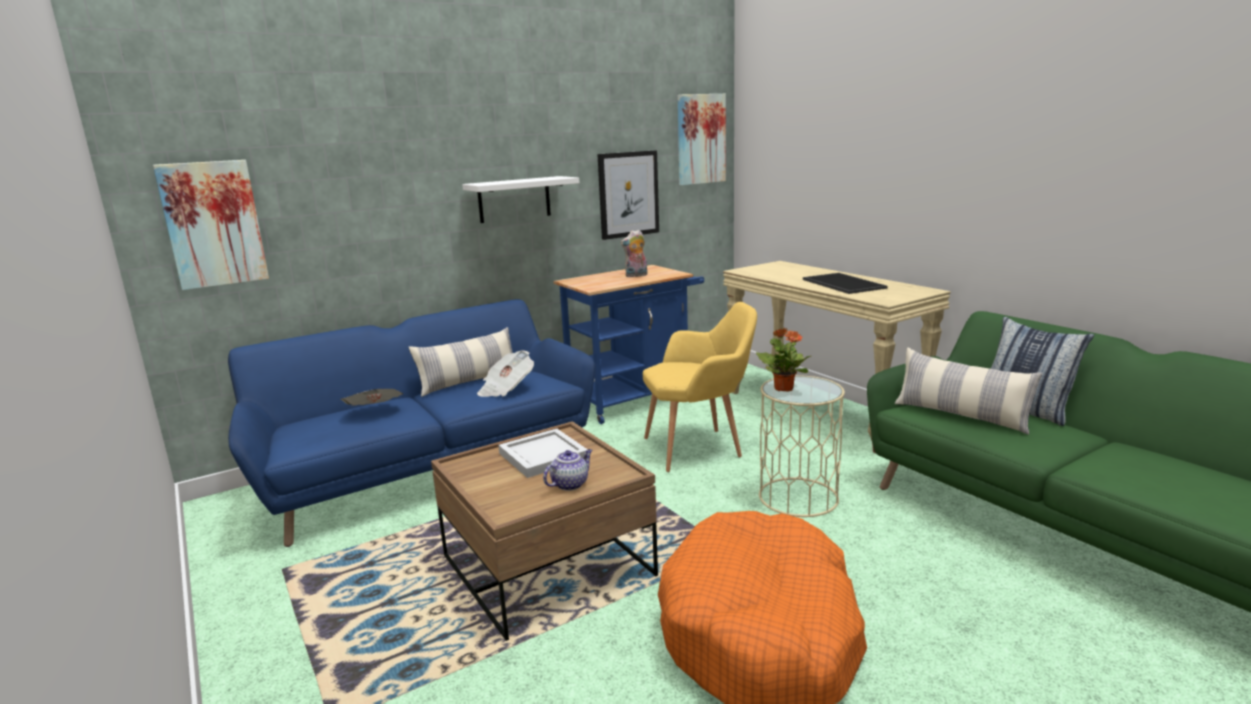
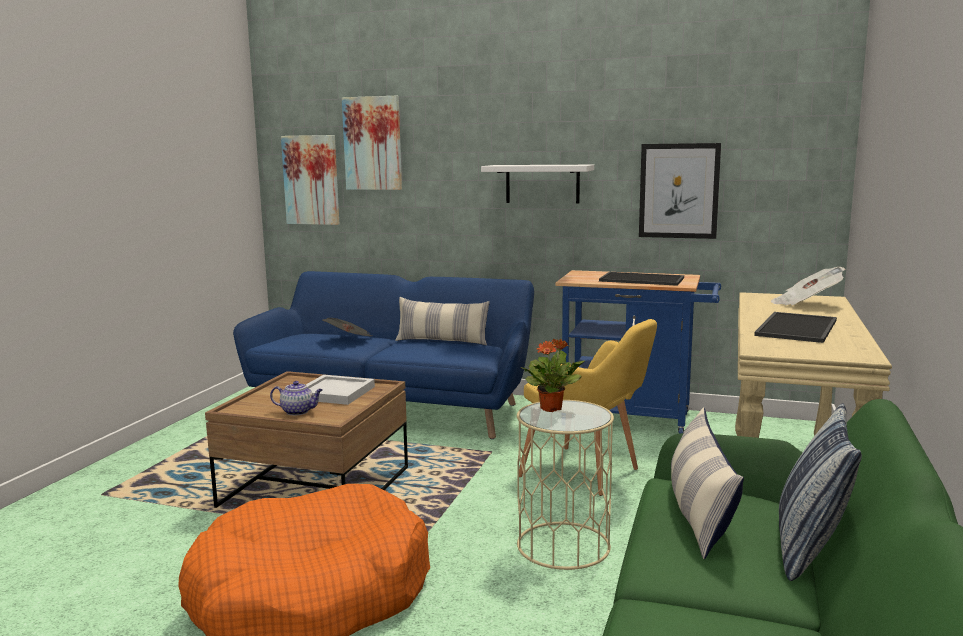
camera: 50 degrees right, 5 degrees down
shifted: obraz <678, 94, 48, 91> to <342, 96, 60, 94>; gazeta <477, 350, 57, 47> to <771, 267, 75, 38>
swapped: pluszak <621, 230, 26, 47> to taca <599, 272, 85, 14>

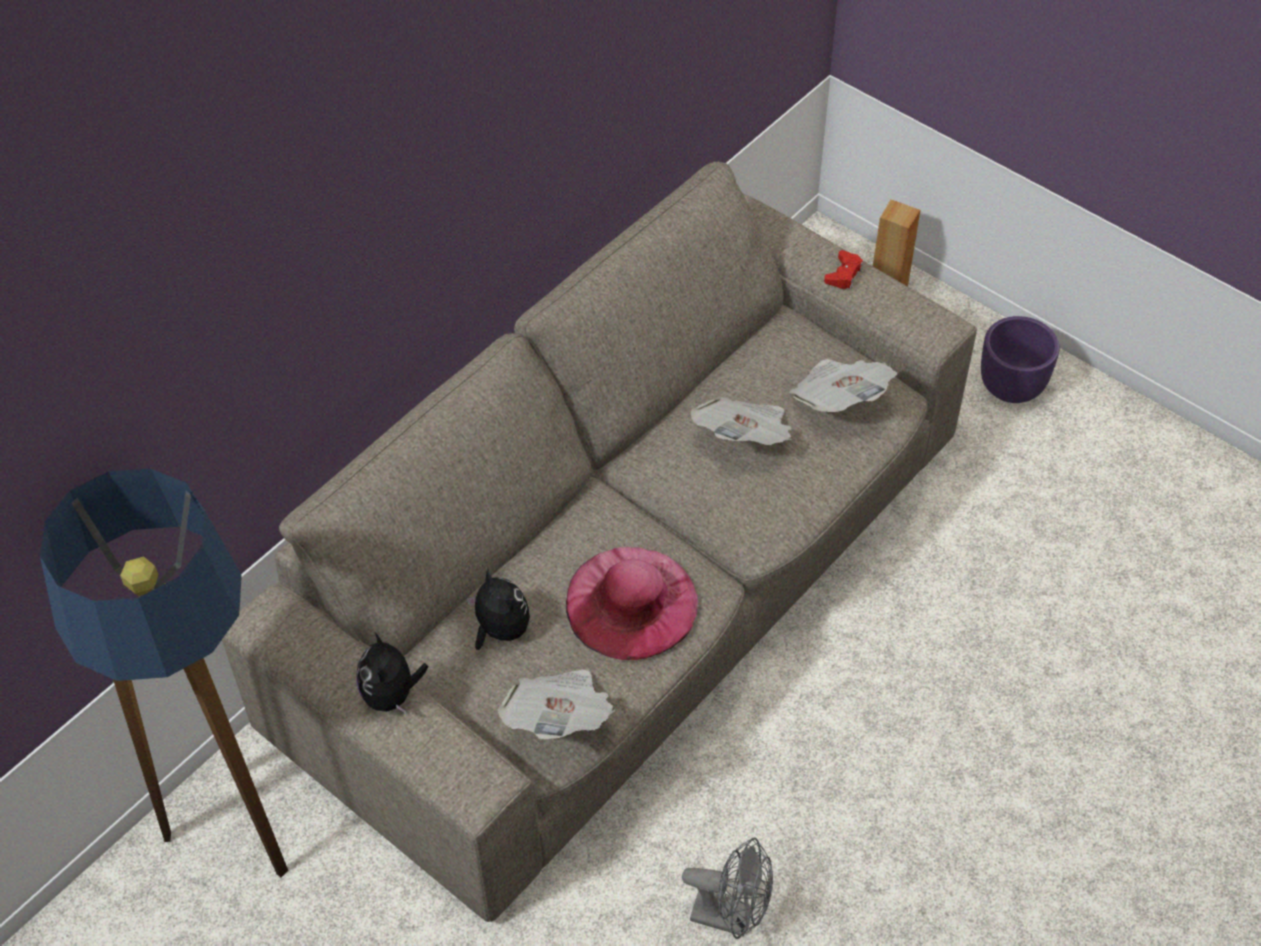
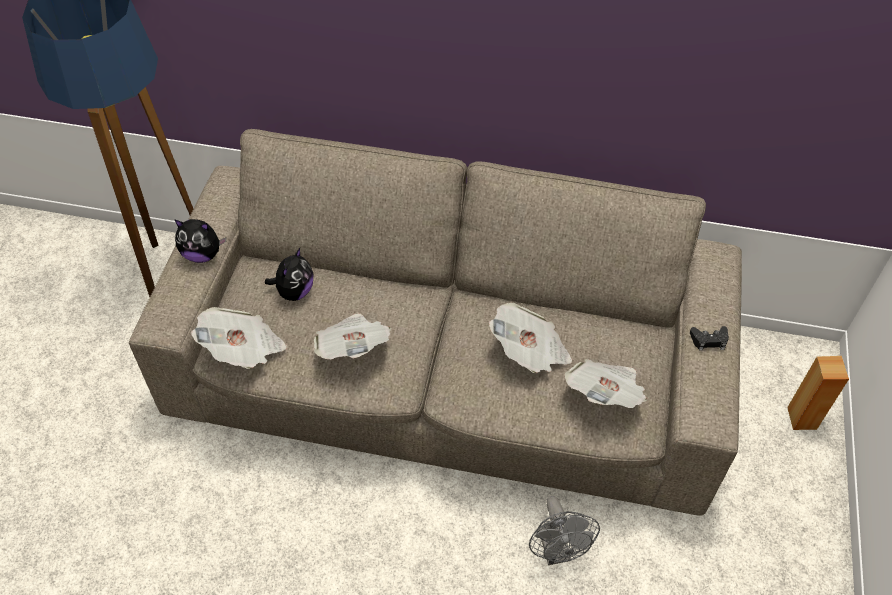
camera: 60 degrees right, 0 degrees up
gone: donica (fioletowy) <981, 316, 78, 87>
shifted: wentylator (szary) <682, 838, 91, 101> to <529, 496, 71, 69>
swapped: kapelusz (różowy) <566, 547, 132, 113> to gazeta <314, 313, 77, 46>
repainted: pad do gier (czerwony) <824, 250, 39, 39> to pad do gier (czarny) <690, 326, 39, 25>
rotated: pluszak <357, 632, 71, 82> = <174, 219, 52, 44> 135 degrees counterclockwise

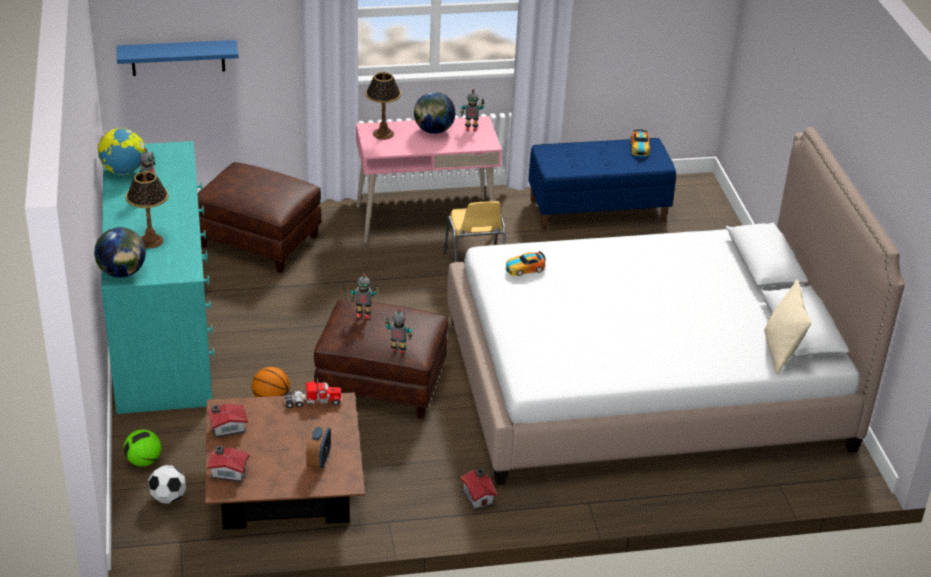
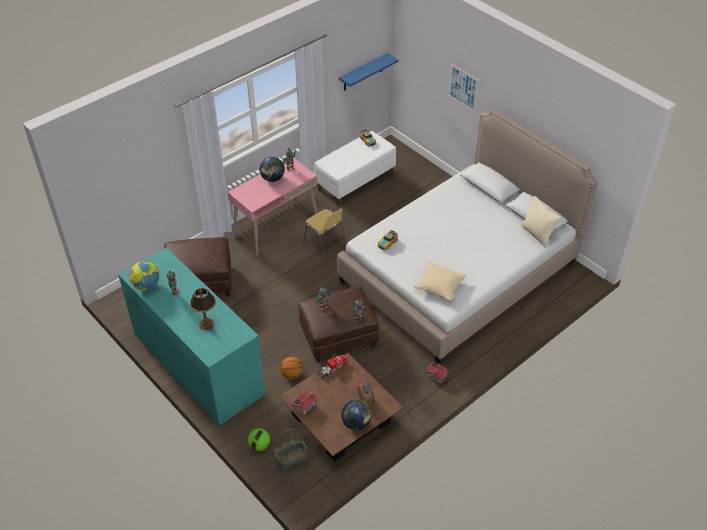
camera: 30 degrees left, 10 degrees up
gone: lampa stołowa <365, 72, 36, 68>; domek <207, 446, 43, 37>
new: obraz <448, 64, 31, 48>; poduszka (beżowy) <414, 262, 52, 39>
shifted: półka (niebieski) <117, 40, 122, 36> to <339, 53, 60, 38>; globus <94, 227, 52, 51> to <341, 400, 31, 30>
swapped: piłka futbolowa <148, 465, 38, 39> to koszyk <274, 428, 33, 42>
repainted: ławka (niebieski) <528, 138, 148, 92> to ławka (biały) <314, 131, 82, 75>

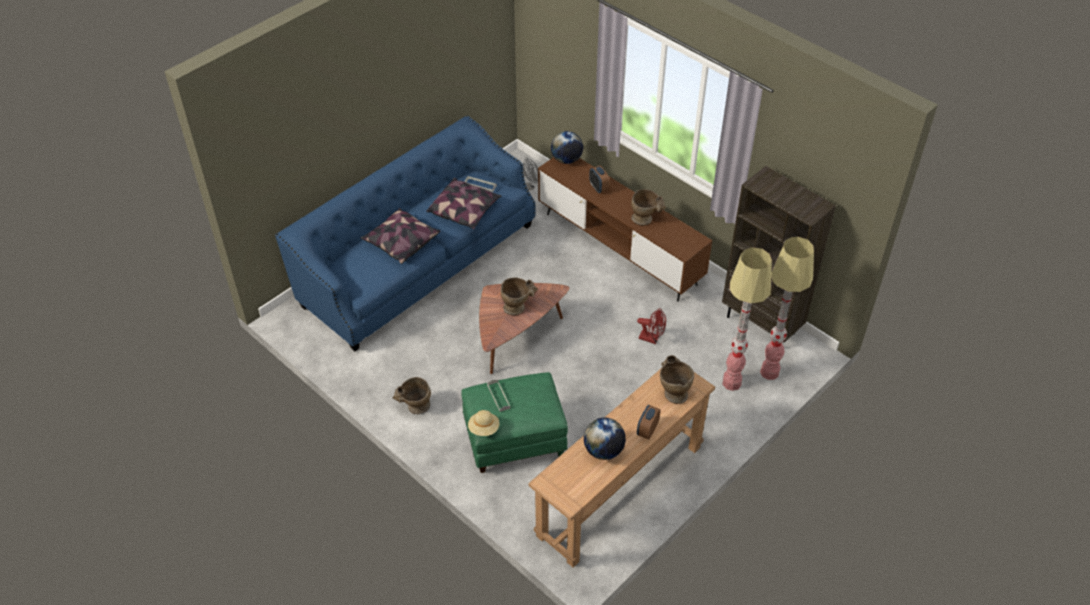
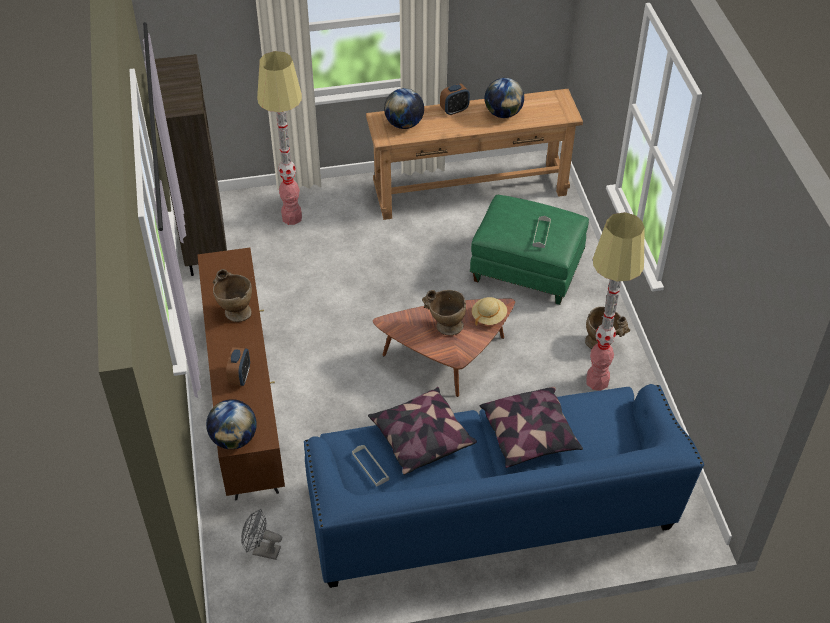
camera: 145 degrees left, 0 degrees up
gone: wentylator (czerwony) <637, 308, 29, 36>
shifted: lampa stojąca <760, 237, 54, 143> to <587, 212, 57, 179>; kapelusz (beżowy) <468, 410, 31, 26> to <472, 297, 35, 29>
swapped: wazon (beżowy) <660, 355, 34, 49> to globus <384, 88, 40, 41>

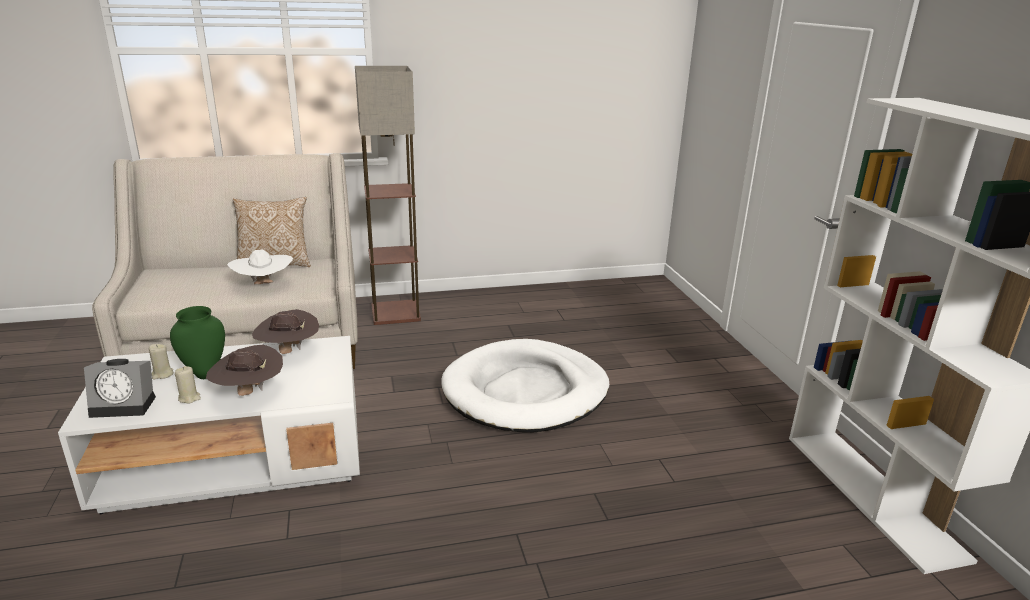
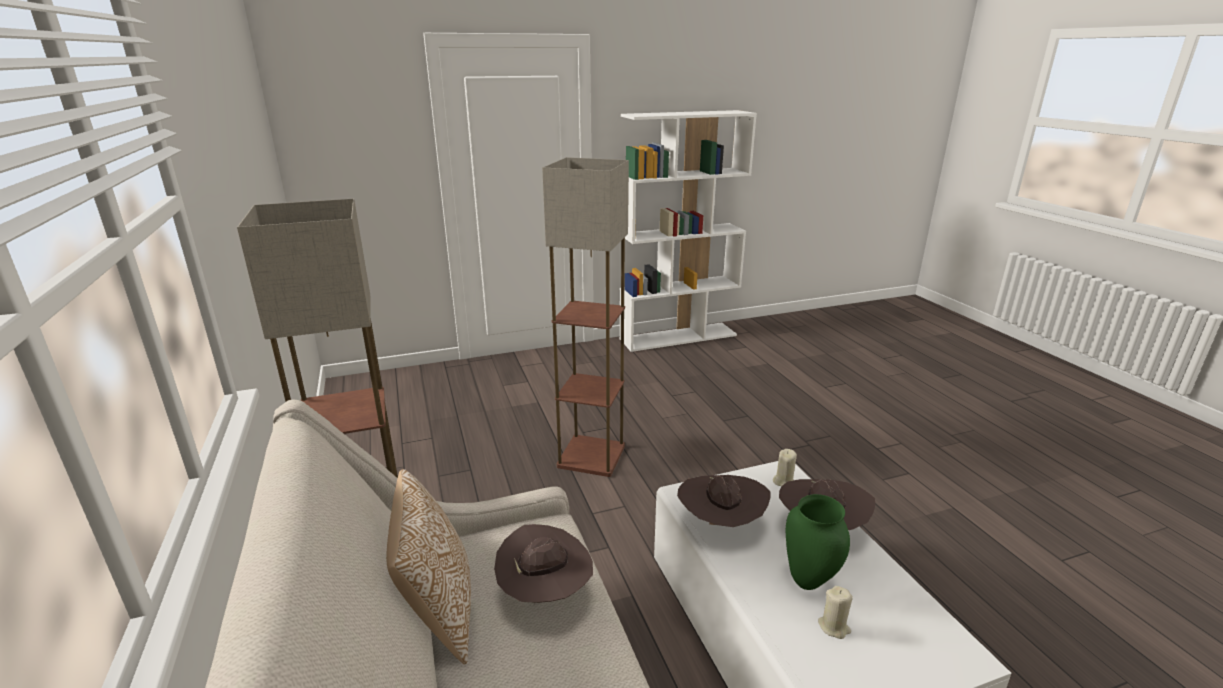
camera: 95 degrees left, 0 degrees up
gone: budzik <84, 359, 72, 59>
shifted: świeca (beżowy) <175, 366, 26, 38> to <773, 449, 24, 38>
swapped: legowisko (biały) <441, 339, 168, 93> to lampa stojąca <542, 157, 87, 320>
repainted: kapelusz (biały) <227, 249, 66, 35> to kapelusz (brązowy) <494, 524, 99, 81>

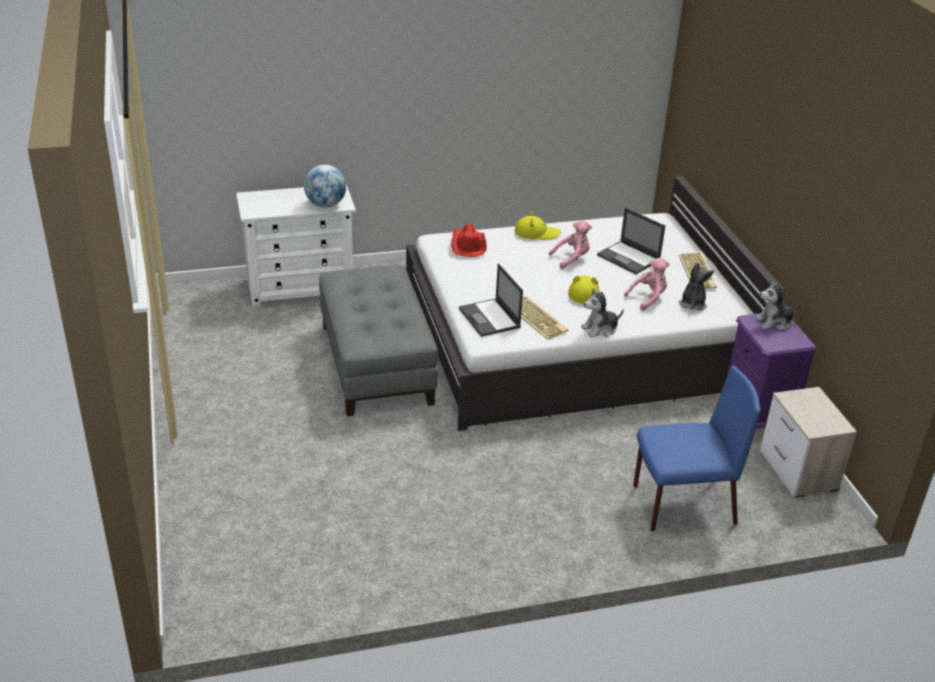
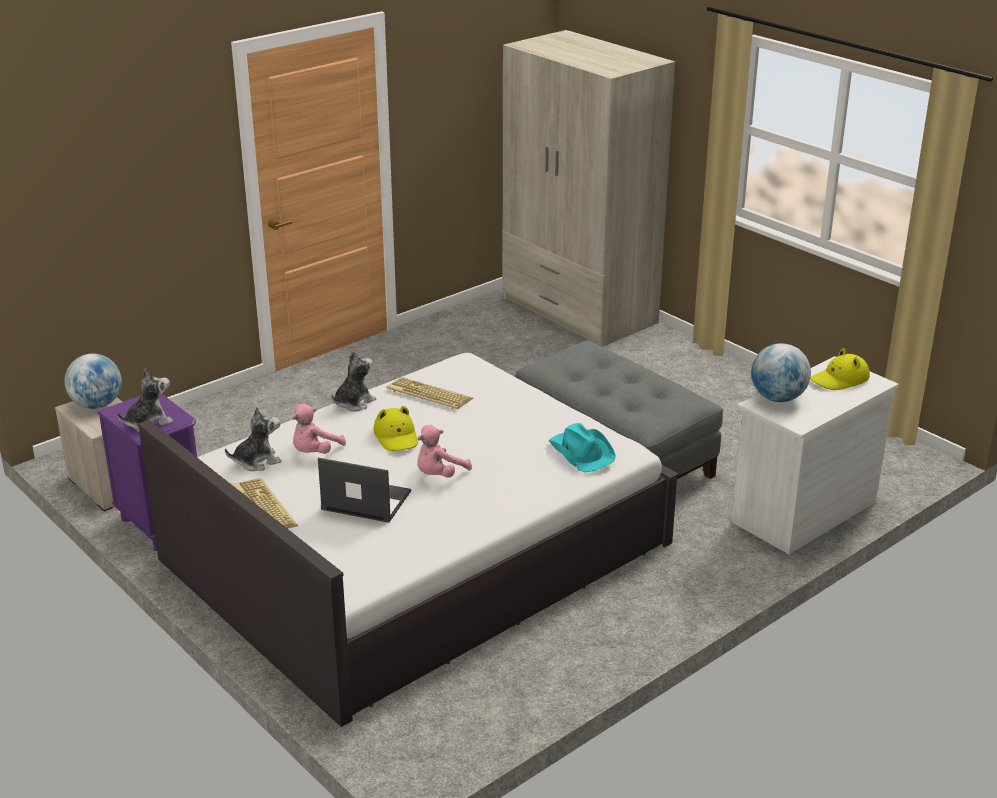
camera: 155 degrees right, 5 degrees down
gone: laptop <459, 263, 64, 74>; krzesło (niebieski) <633, 365, 127, 166>
new: szafa (beżowy) <502, 30, 173, 317>; globus <64, 354, 58, 55>
shifted: kapelusz (żółty) <515, 211, 46, 29> to <810, 348, 60, 42>
repainted: kapelusz (czerwony) <451, 223, 36, 34> to kapelusz (turkusowy) <549, 423, 67, 49>
rotated: pluszak <679, 262, 35, 49> = <225, 407, 57, 64> 105 degrees counterclockwise

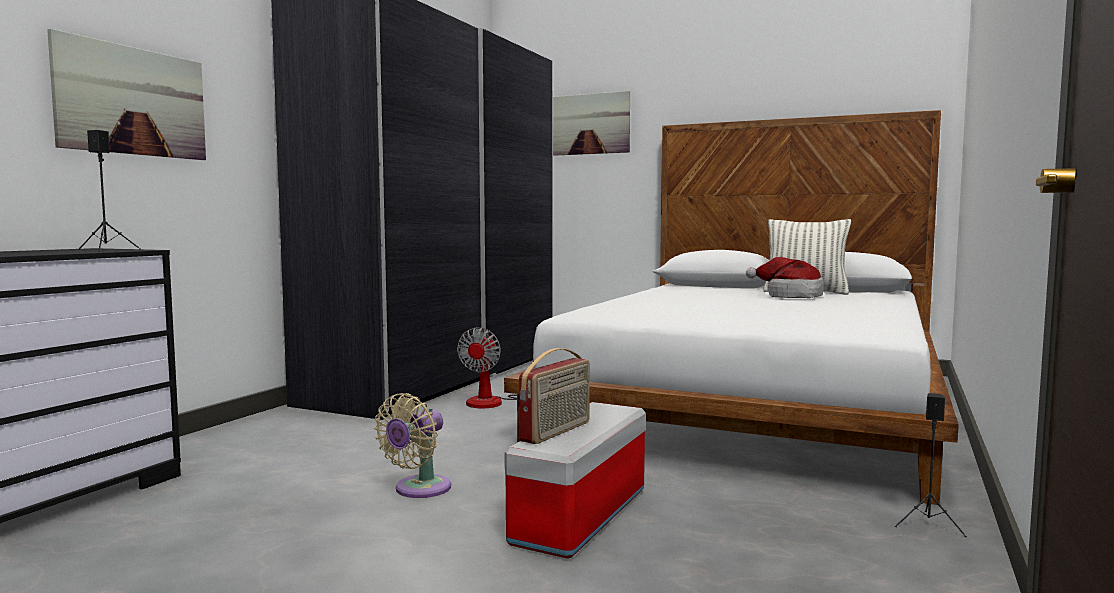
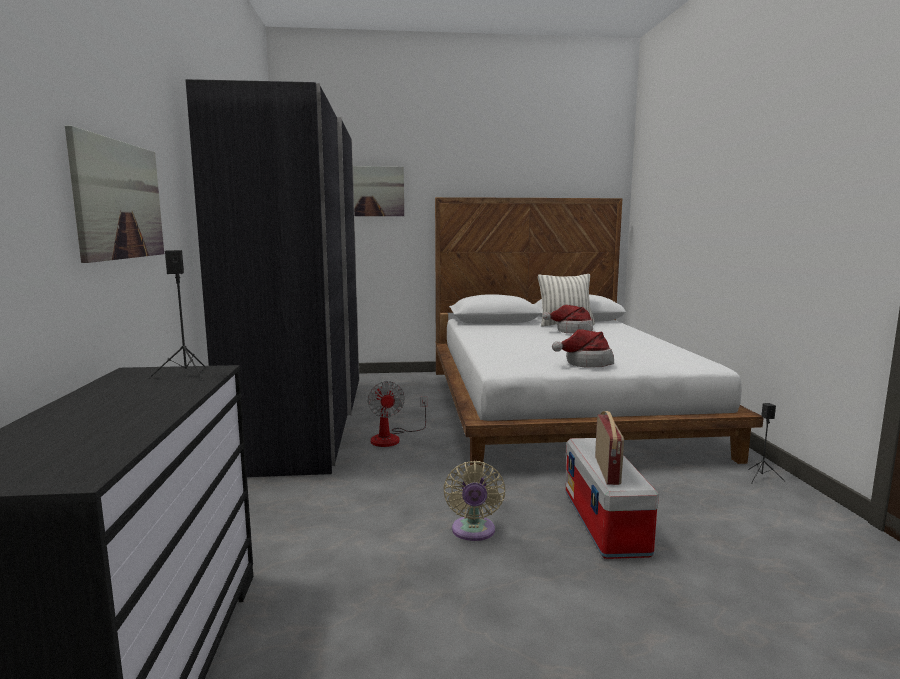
camera: 30 degrees left, 5 degrees up
new: kapelusz <552, 329, 62, 39>

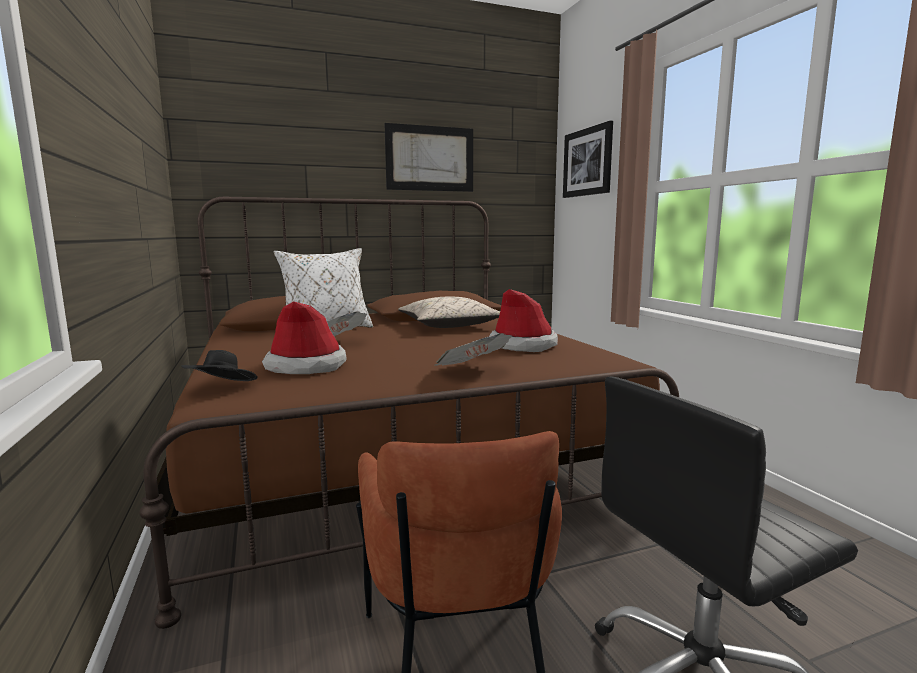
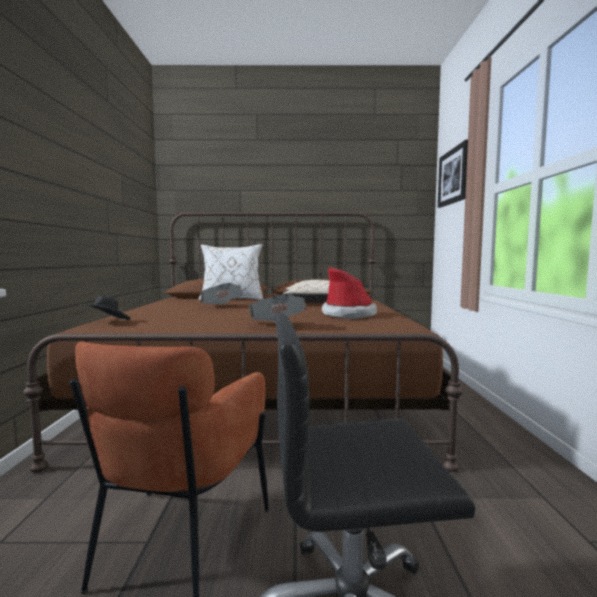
camera: 20 degrees right, 5 degrees down
gone: obraz <384, 123, 89, 69>; kapelusz <262, 301, 85, 73>

